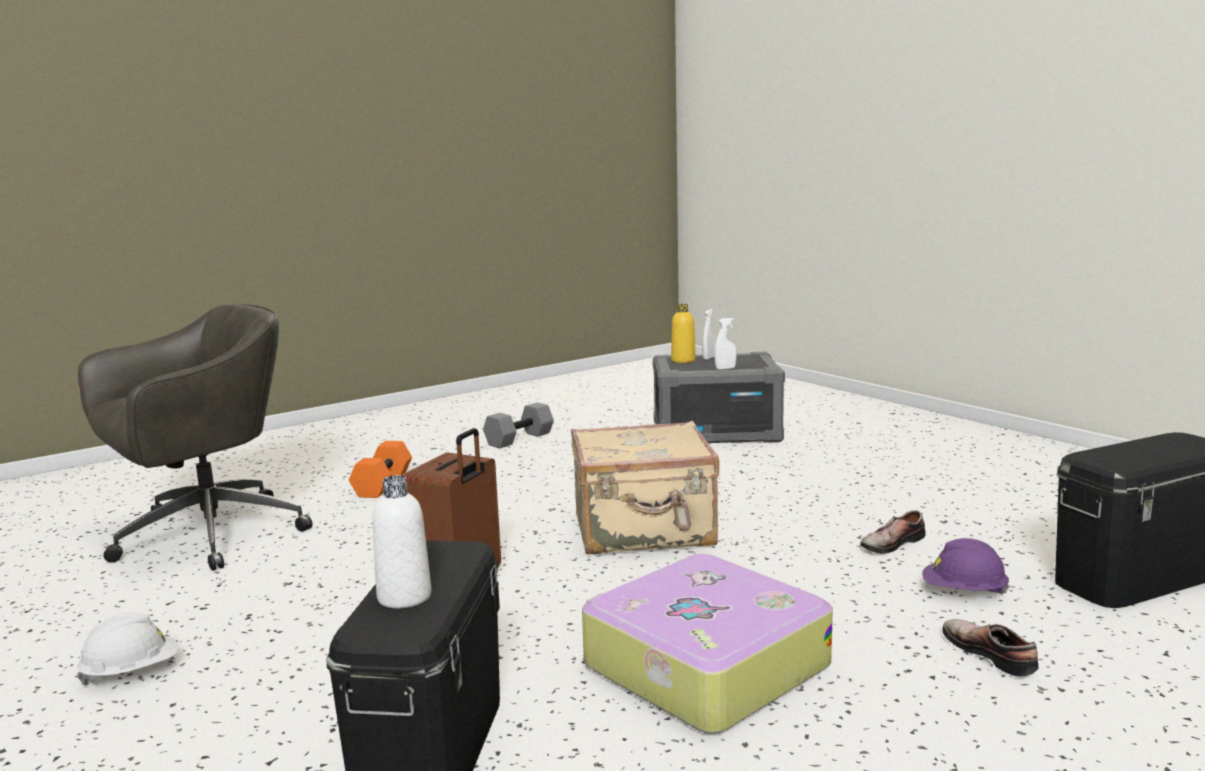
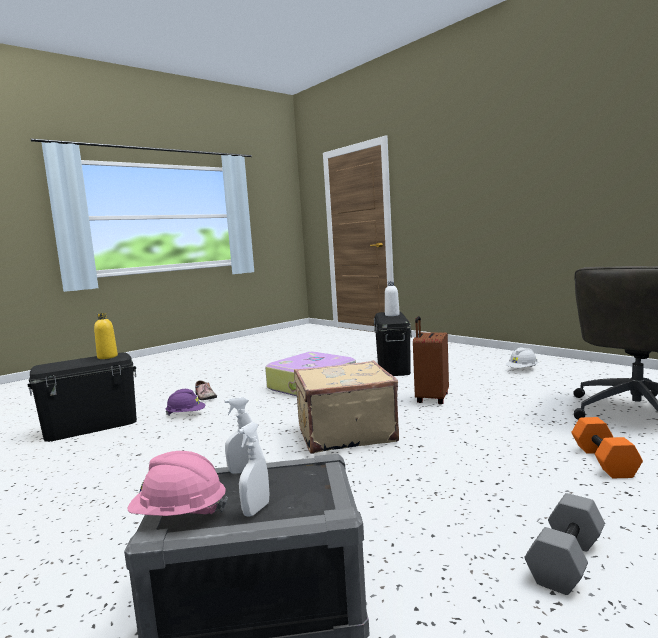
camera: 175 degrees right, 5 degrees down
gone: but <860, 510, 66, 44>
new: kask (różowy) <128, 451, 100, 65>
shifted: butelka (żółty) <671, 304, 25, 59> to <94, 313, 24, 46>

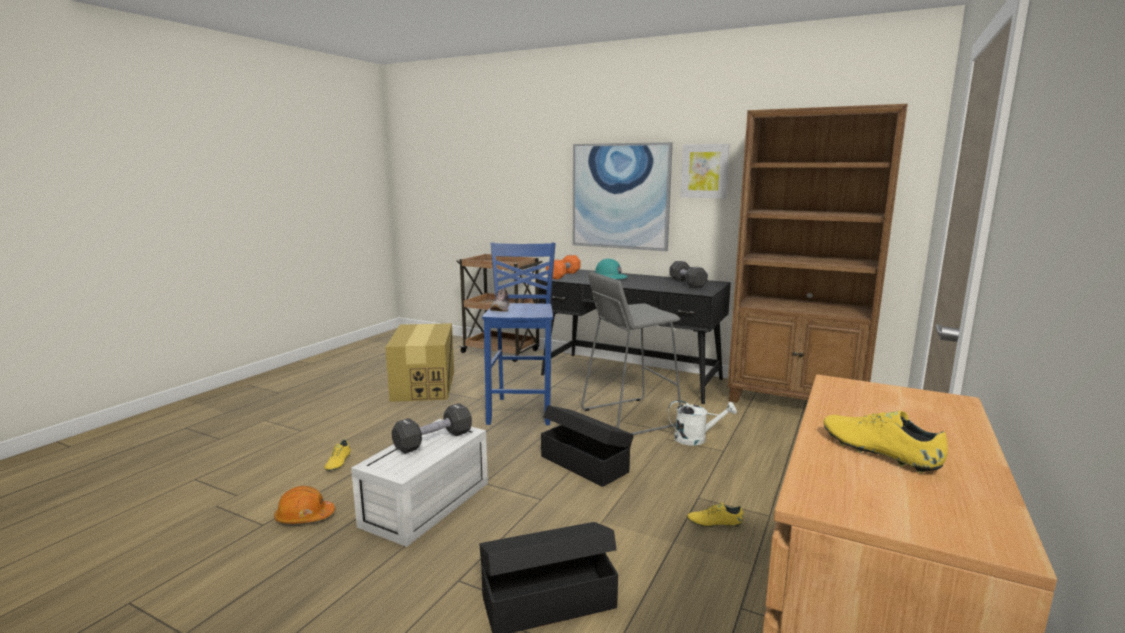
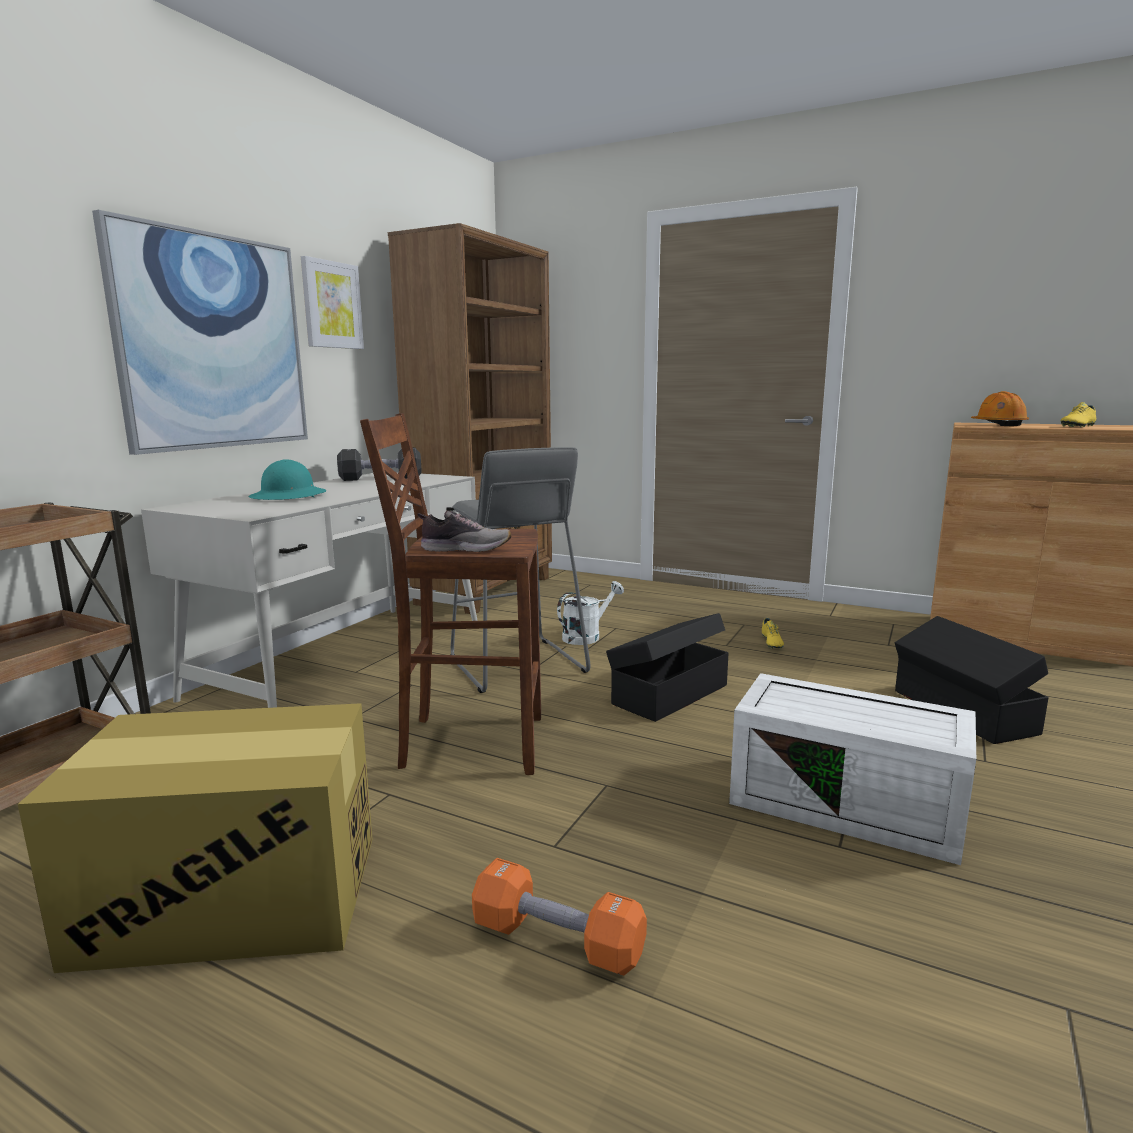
camera: 90 degrees left, 0 degrees up
gone: hantel (czarny) <392, 403, 80, 51>; but (żółty) <325, 439, 26, 32>
shifted: hantel (pomarańczowy) <546, 255, 35, 24> to <472, 858, 175, 118>; kask (pomarańczowy) <274, 486, 61, 38> to <971, 391, 58, 36>
repainted: stołek (niebieski) <482, 242, 74, 183> to stołek (brązowy) <360, 413, 181, 362>; biurko (czarny) <539, 269, 192, 135> to biurko (biały) <141, 472, 337, 236>
rotated: konewka (biały) <668, 400, 69, 46> = <557, 581, 67, 64> 45 degrees clockwise

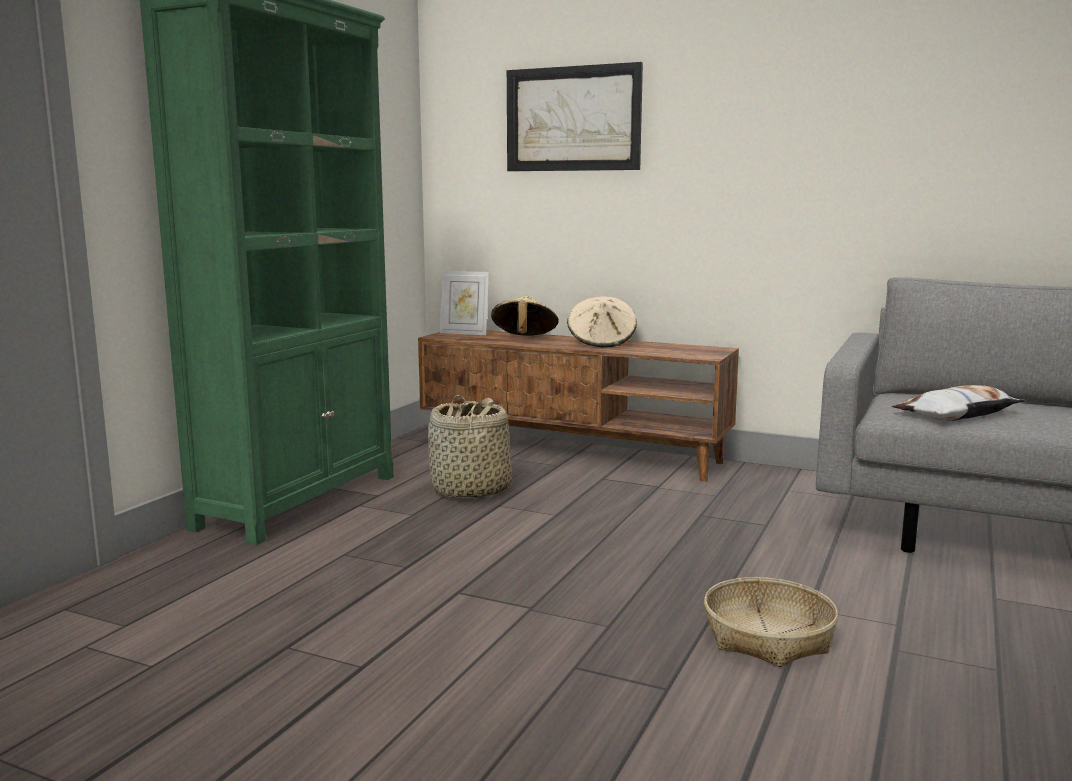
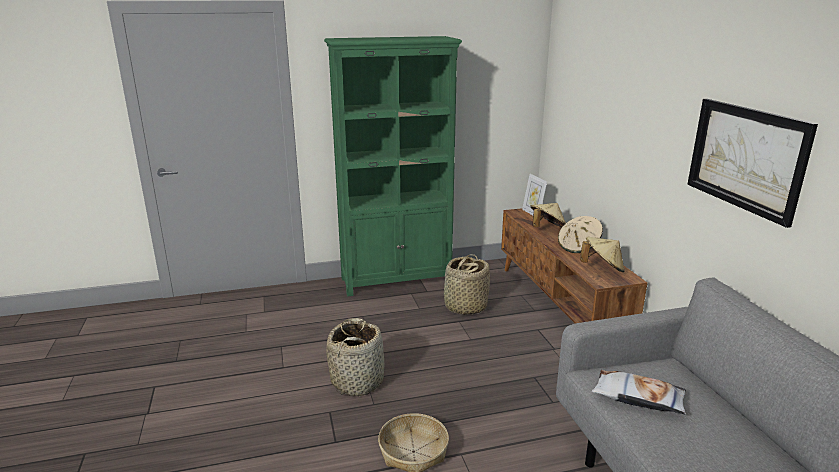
camera: 50 degrees right, 10 degrees up
new: kapelusz (beżowy) <580, 237, 45, 35>; koszyk <326, 318, 58, 78>
shifted: obraz <507, 62, 136, 109> to <687, 99, 131, 129>

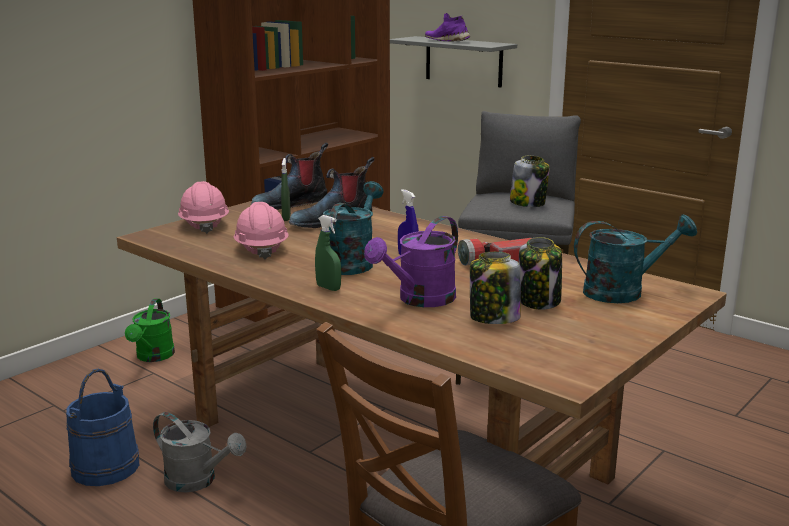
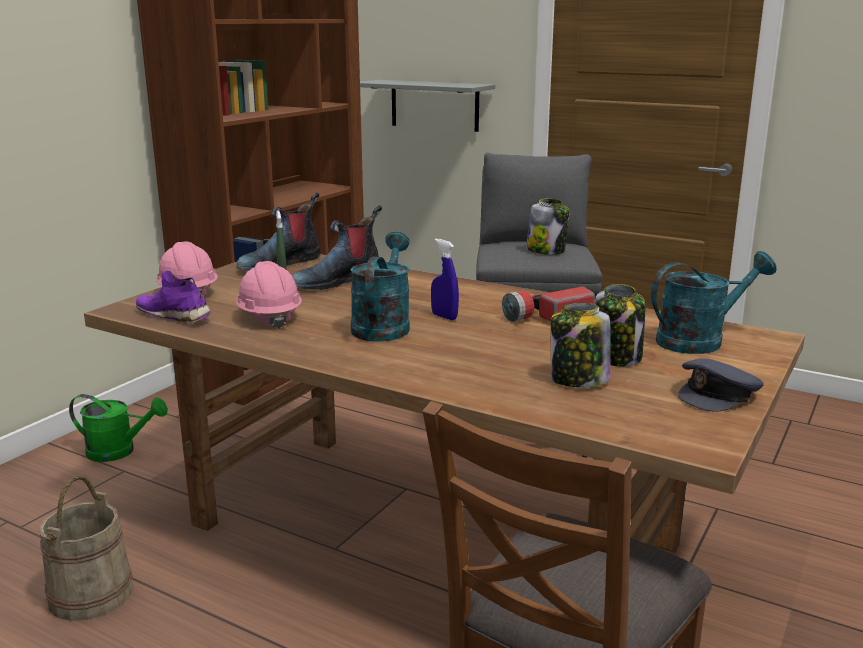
camera: 10 degrees left, 0 degrees up
gone: spryskiwacz (zielony) <315, 215, 26, 76>; konewka (fioletowy) <364, 216, 94, 91>; konewka (szary) <153, 412, 94, 81>
new: czapka z daszkiem (szary) <678, 359, 86, 53>
shifted: but (fioletowy) <425, 13, 45, 29> to <136, 271, 75, 52>
repainted: wiadro (niebieski) <66, 369, 73, 117> to wiadro (beżowy) <39, 475, 94, 146>
rotated: konewka (zielony) <125, 299, 50, 63> = <69, 394, 99, 68> 75 degrees counterclockwise

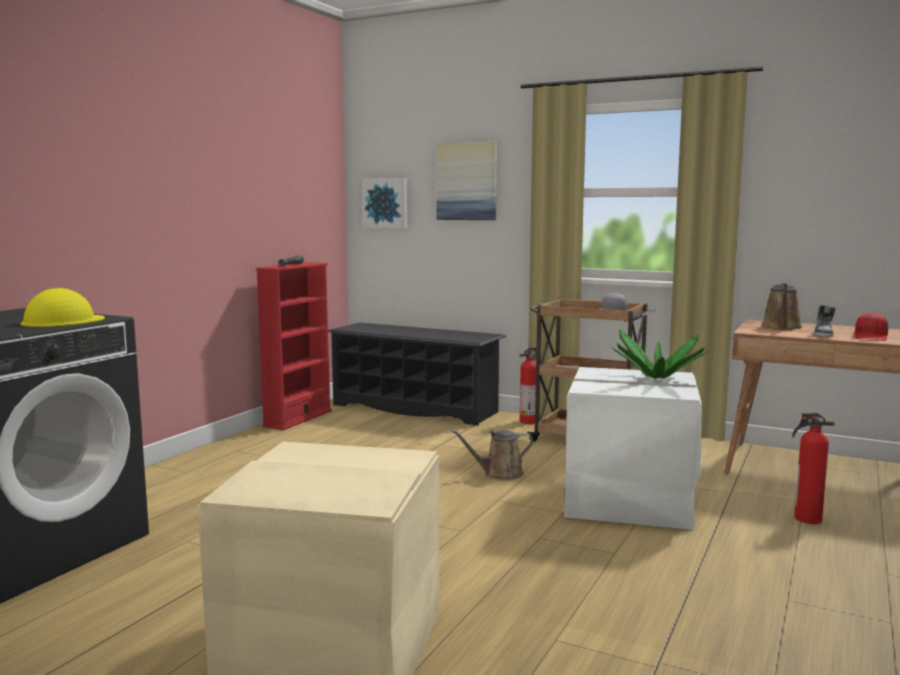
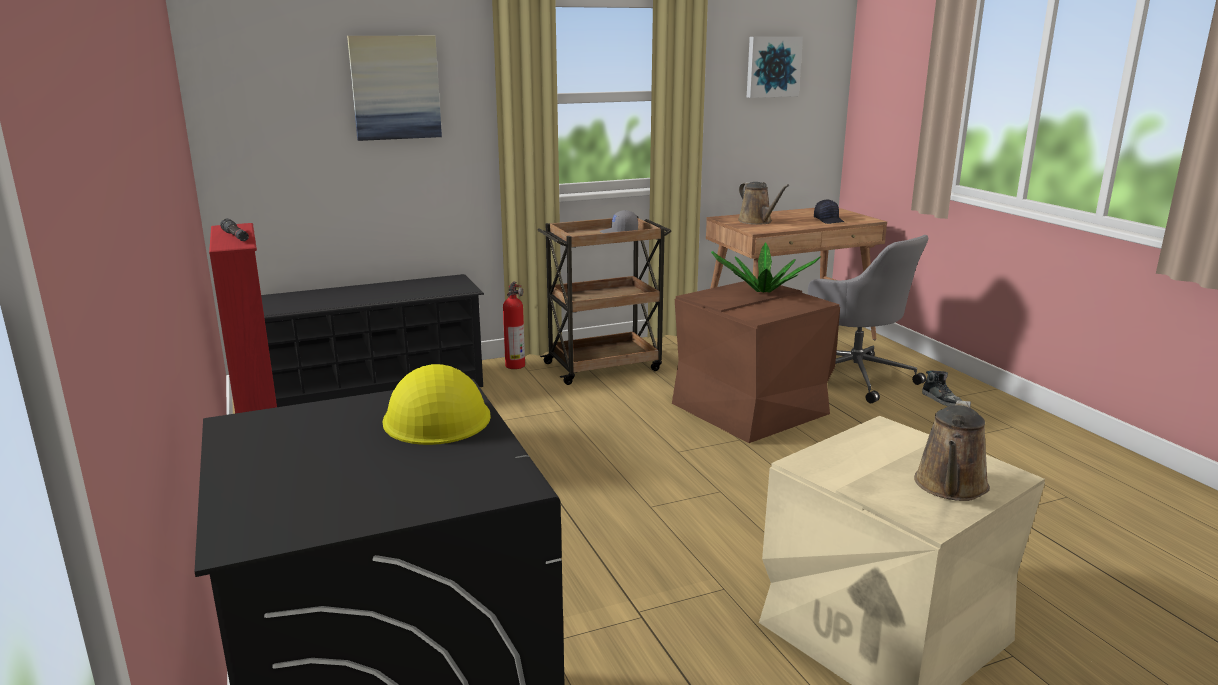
camera: 50 degrees left, 10 degrees up
shifted: obraz <362, 178, 45, 50> to <747, 37, 56, 61>; but <814, 305, 22, 32> to <922, 370, 40, 36>; konewka (brązowy) <450, 429, 83, 51> to <914, 400, 76, 101>
swapped: gaśnica <792, 413, 42, 111> to krzesło biurowe (szary) <808, 235, 120, 168>
repainted: czapka z daszkiem (czerwony) <855, 312, 34, 29> to czapka z daszkiem (czarny) <814, 199, 30, 25>; pojemnik do przechowywania (biały) <564, 367, 138, 163> to pojemnik do przechowywania (brązowy) <672, 279, 168, 164>

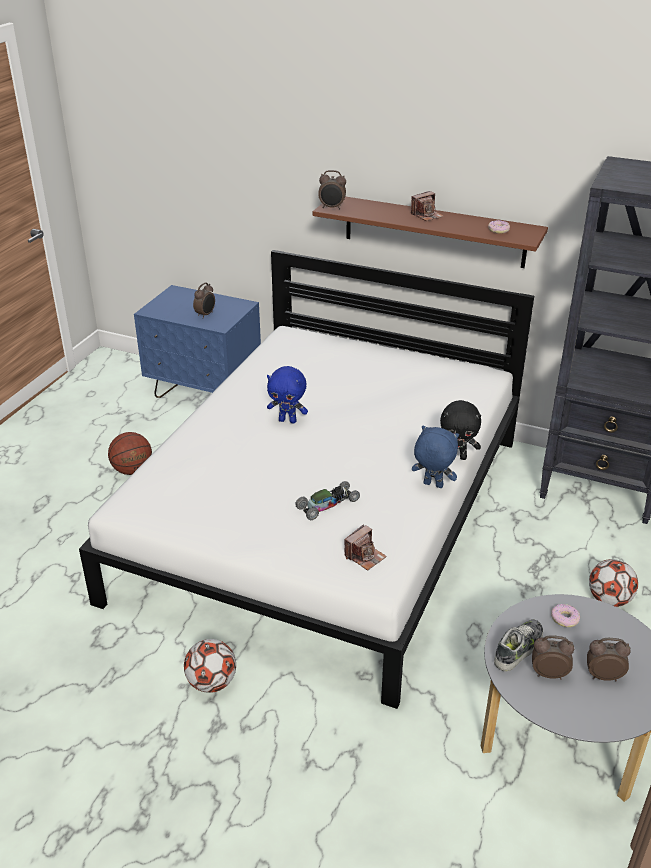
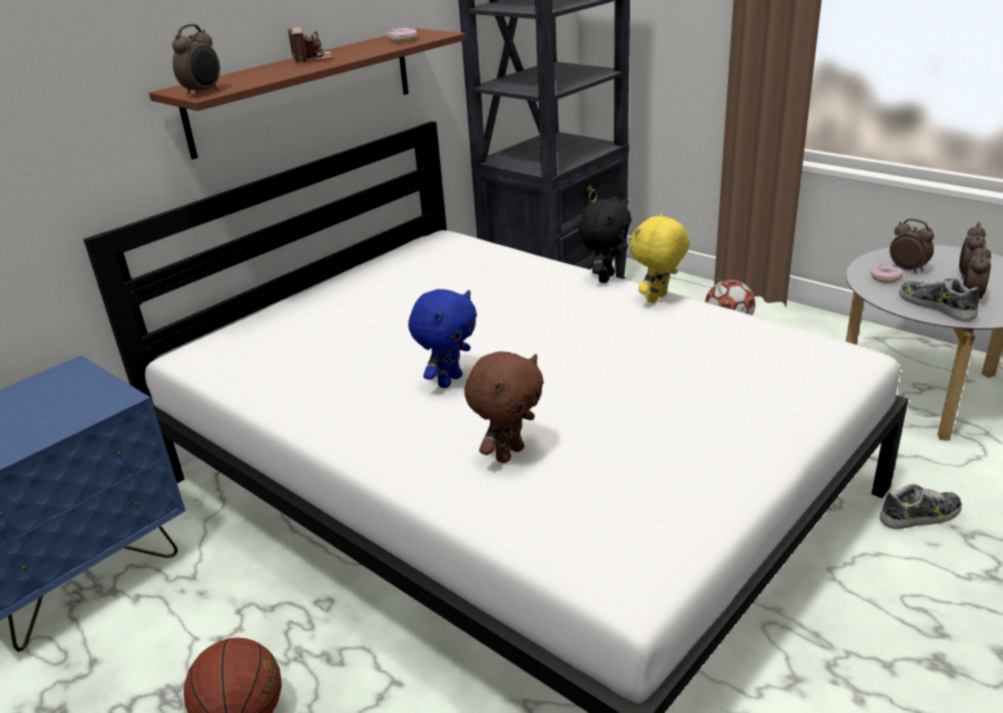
camera: 70 degrees left, 5 degrees down
gone: samochodzik <295, 481, 65, 39>; aparat fotograficzny <345, 524, 42, 46>; piłka futbolowa <184, 639, 52, 54>
new: pluszak (brązowy) <464, 351, 80, 112>; but <880, 484, 82, 45>
shifted: budzik <193, 283, 22, 35> to <890, 219, 44, 54>
repainted: pluszak (niebieski) <412, 425, 47, 63> to pluszak (żółty) <630, 213, 60, 90>

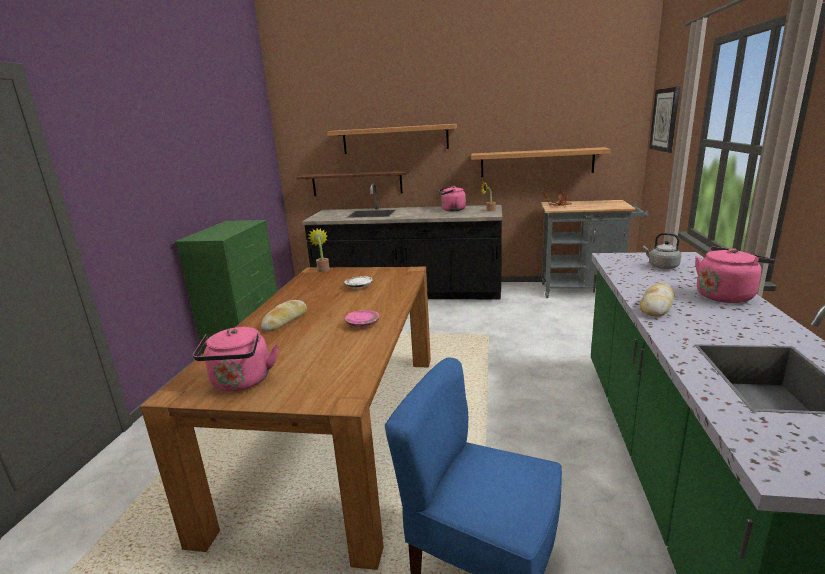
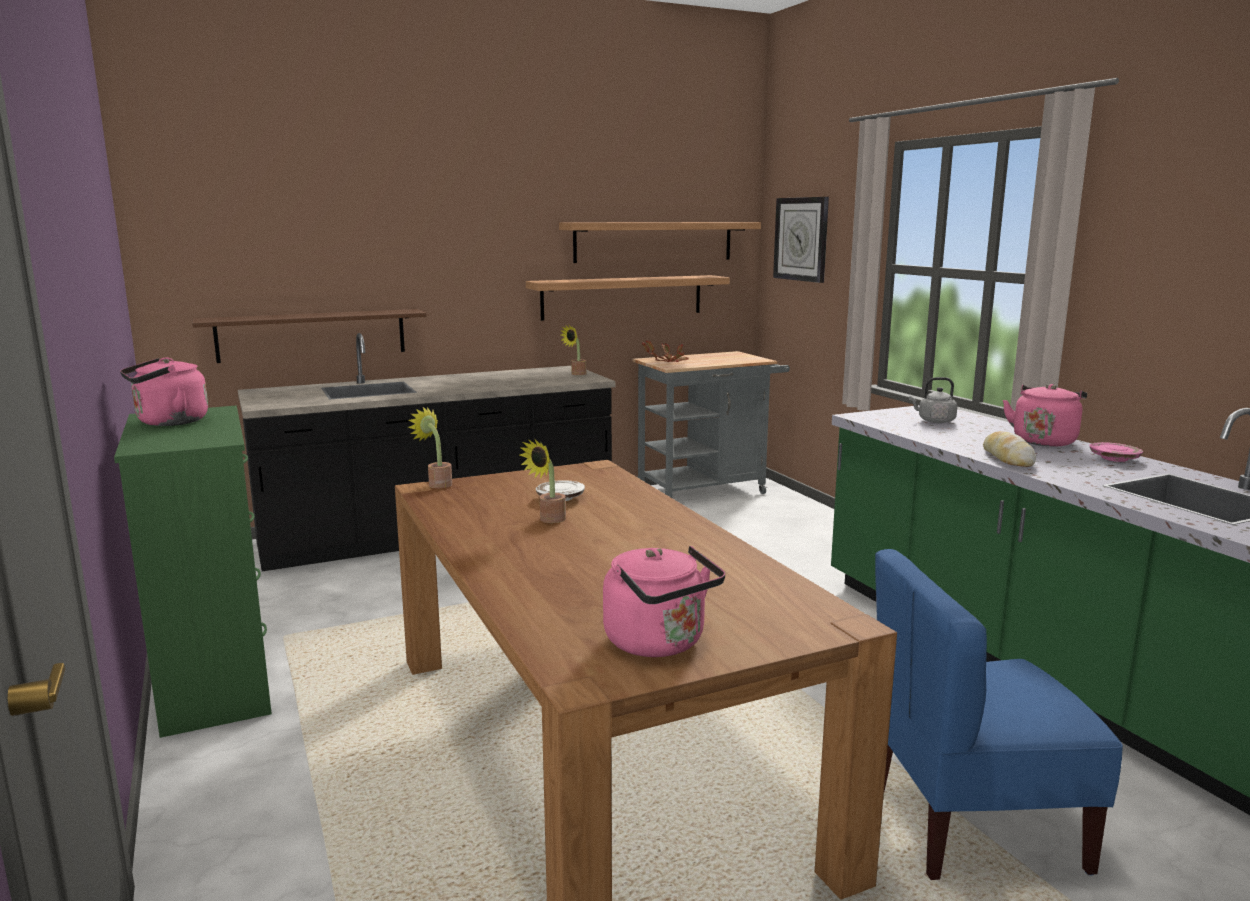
camera: 35 degrees left, 5 degrees down
gone: chleb <261, 300, 46, 32>
new: roślina doniczkowa <520, 439, 46, 84>
shifted: półka <327, 124, 130, 30> to <559, 222, 202, 41>; czajnik (różowy) <438, 186, 28, 25> to <120, 357, 88, 69>; talerz (różowy) <345, 310, 34, 18> to <1089, 442, 54, 20>

